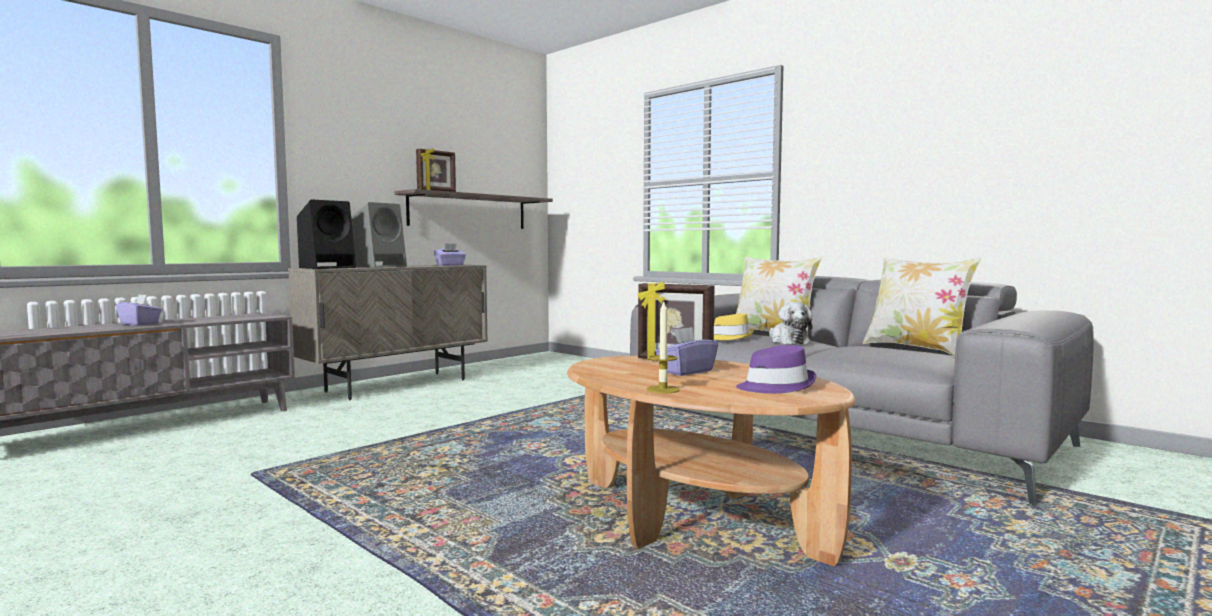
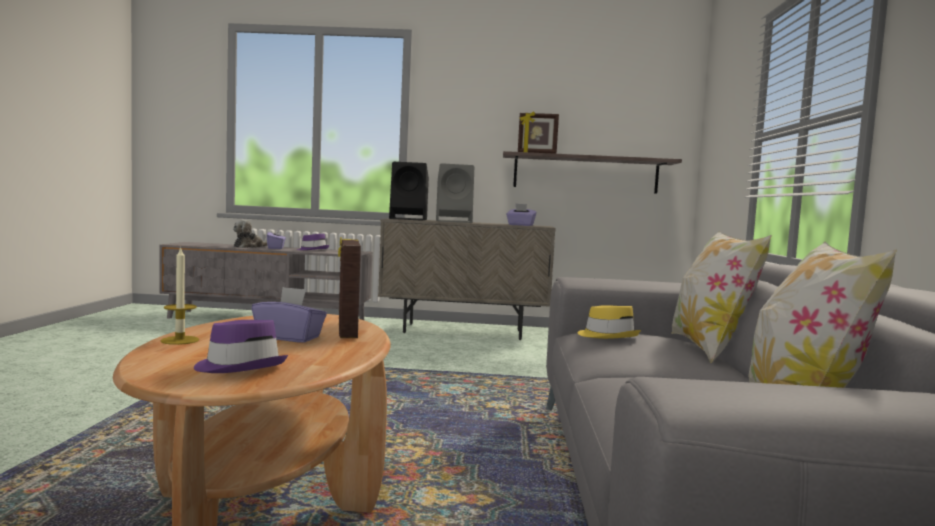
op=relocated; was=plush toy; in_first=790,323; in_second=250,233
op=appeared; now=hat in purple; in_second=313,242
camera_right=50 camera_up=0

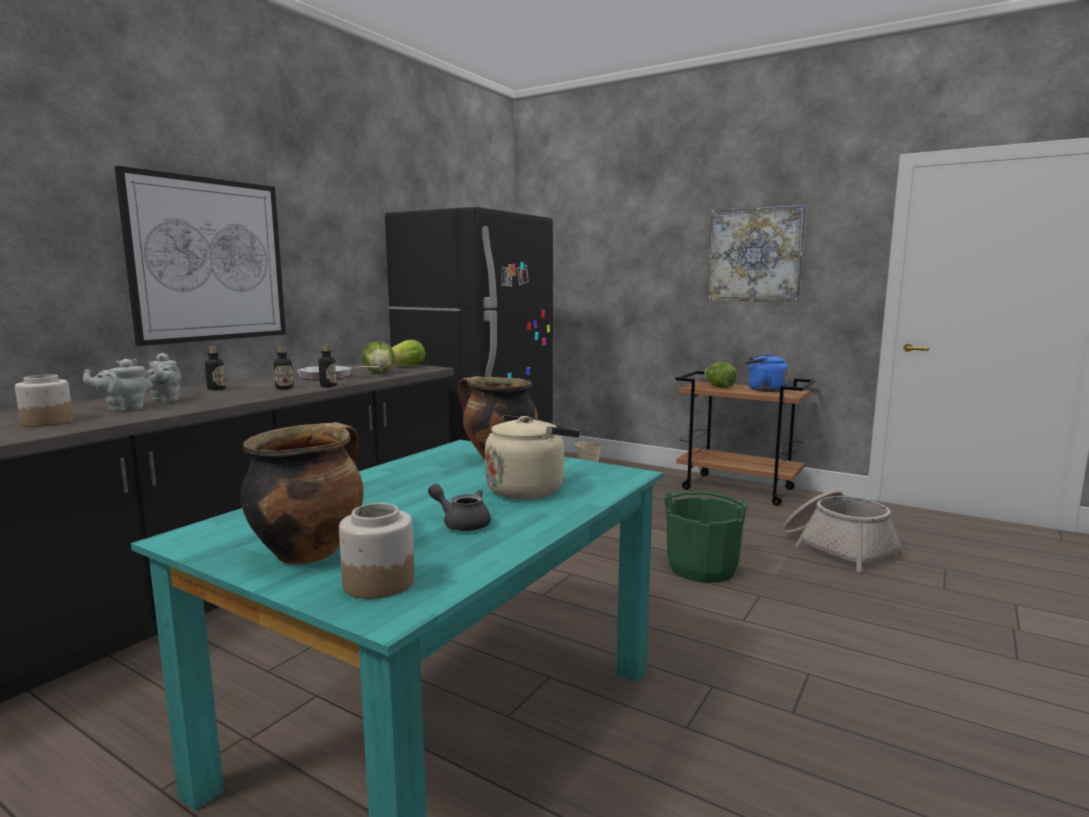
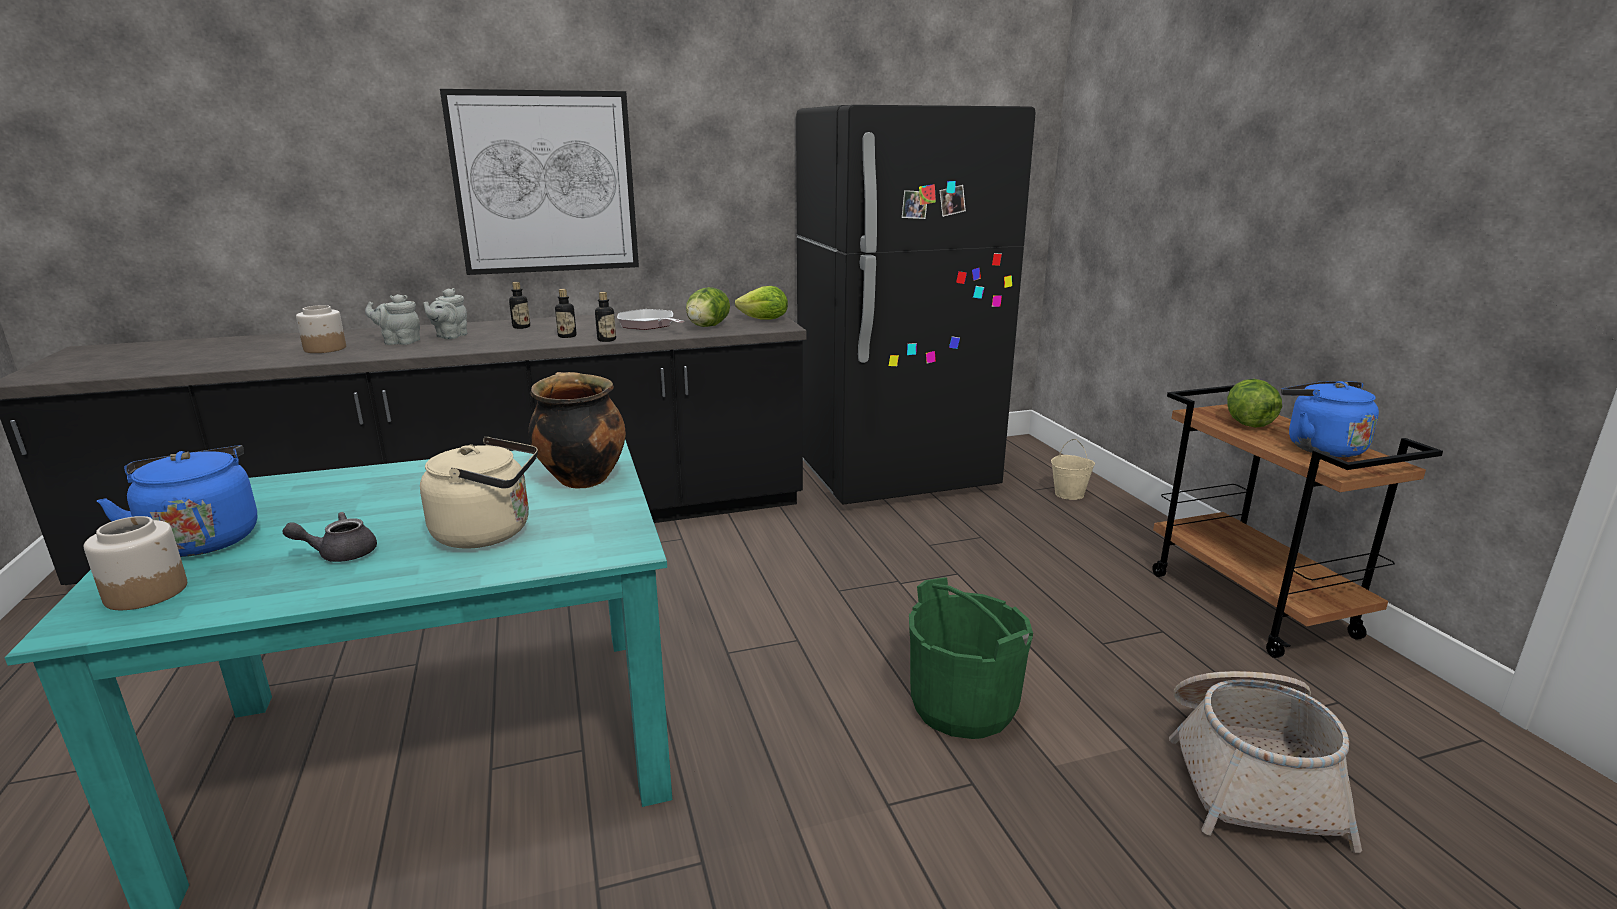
op=exchanged; was=cooking pot; now=kettle in blue; in_first=301,493; in_second=177,501
op=spun; was=teapot in grey; in_first=459,507; in_second=329,537; clockwise=-90
op=missing; was=picture; in_first=757,253
camera_right=40 camera_up=10

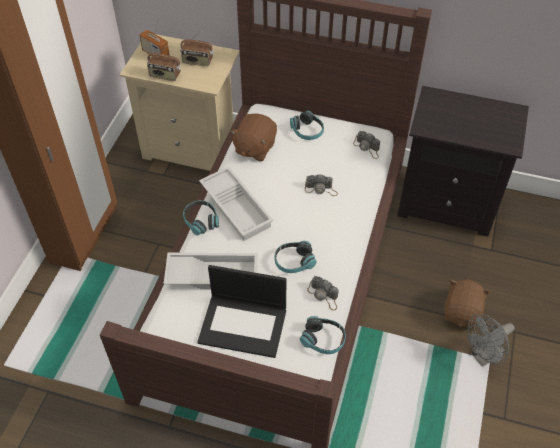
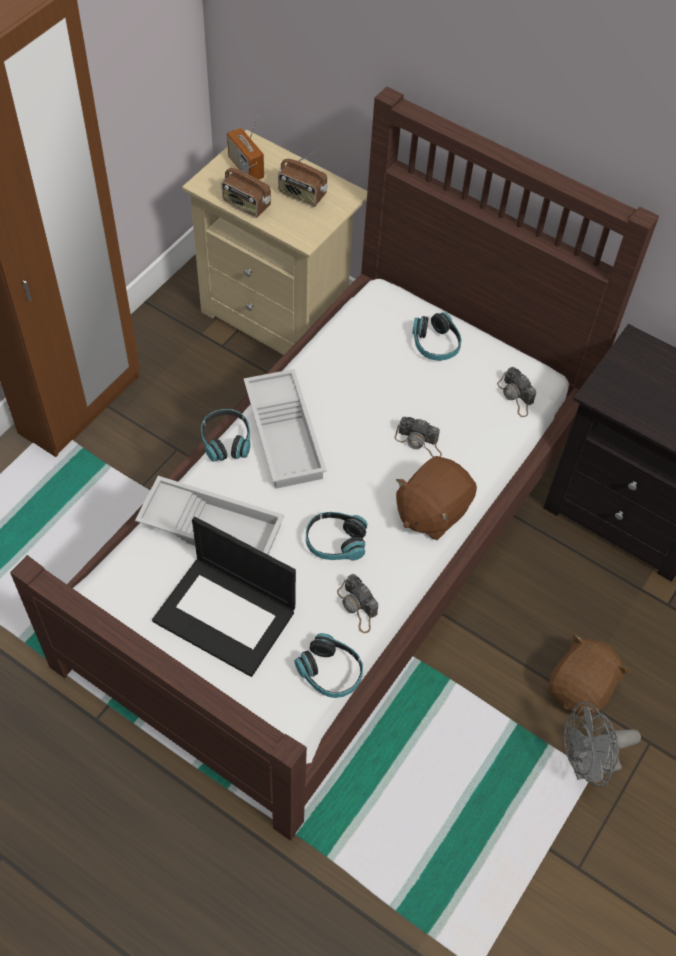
op=relocated; was=plush toy in brown; in_first=253,137; in_second=436,498
camera_right=15 camera_up=5

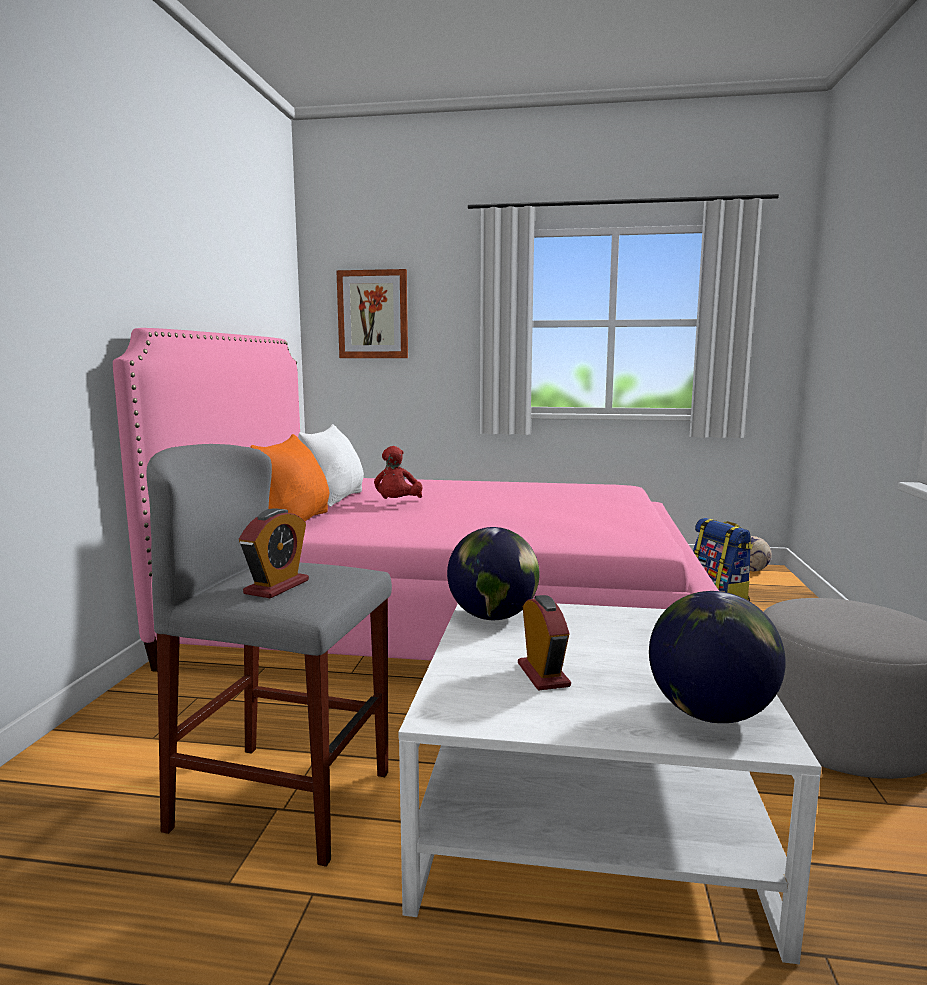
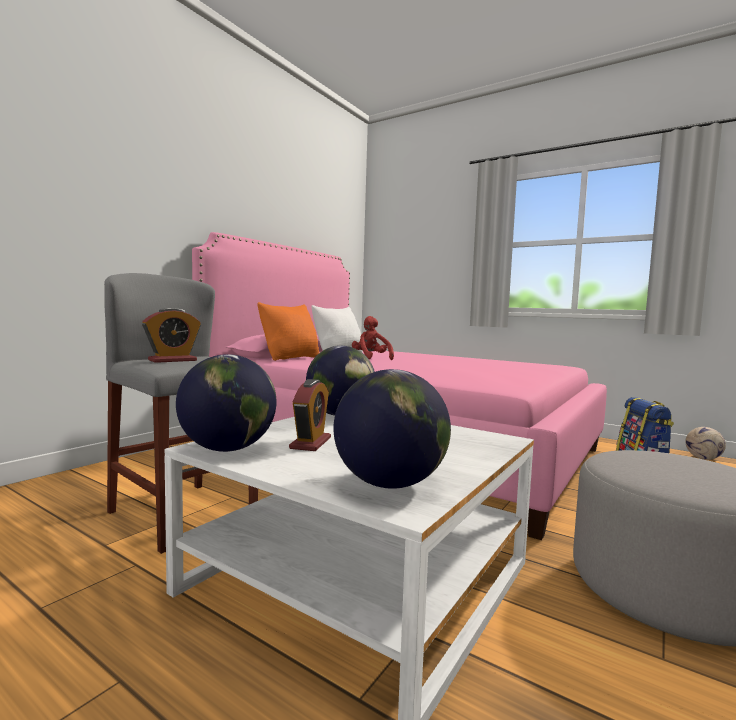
op=missing; was=picture; in_first=372,313
op=spun; was=plush toy in red; in_first=398,472; in_second=373,338; clockwise=120
op=appeared; now=globe; in_second=226,403
camera_right=25 camera_up=-5

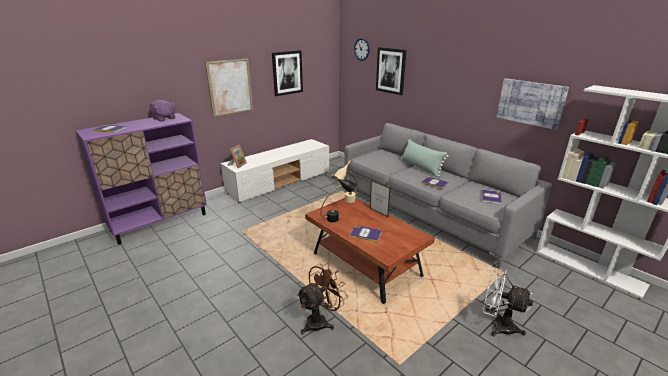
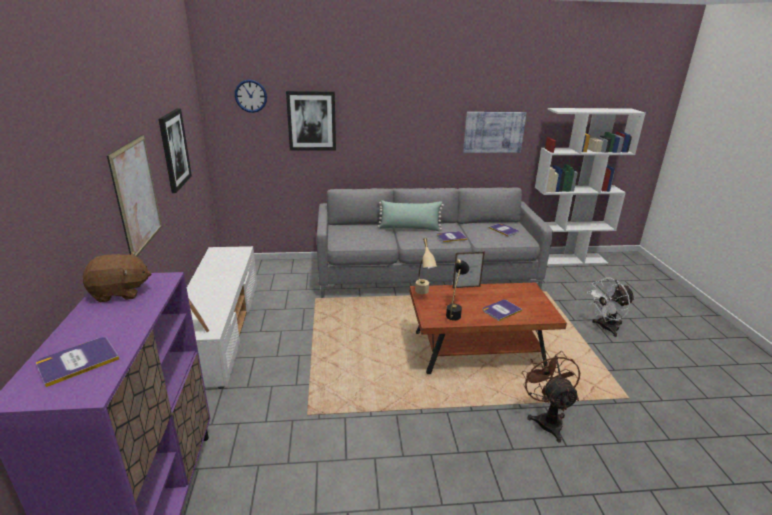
op=colour; was=plush toy in purple; now=plush toy in brown; in_first=163,110; in_second=117,276
camera_right=-55 camera_up=0

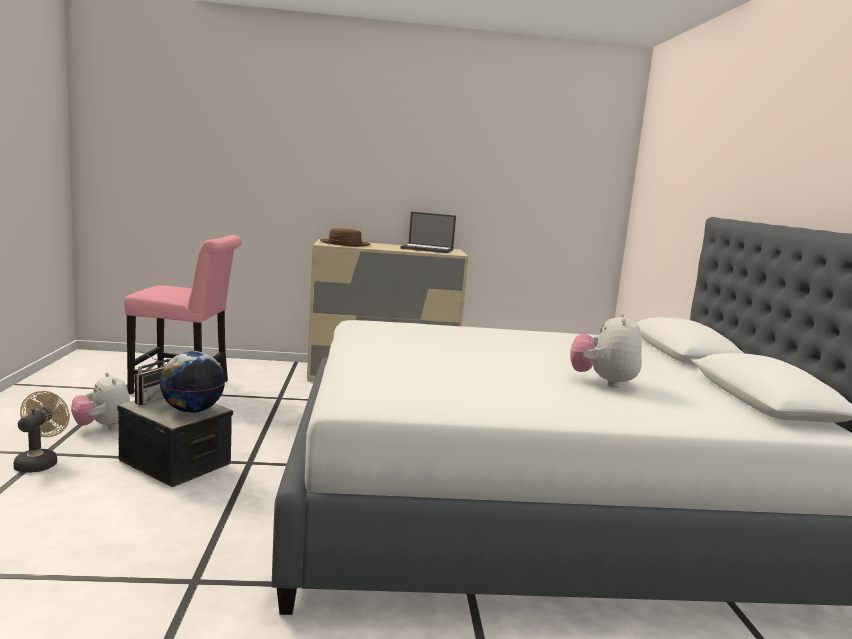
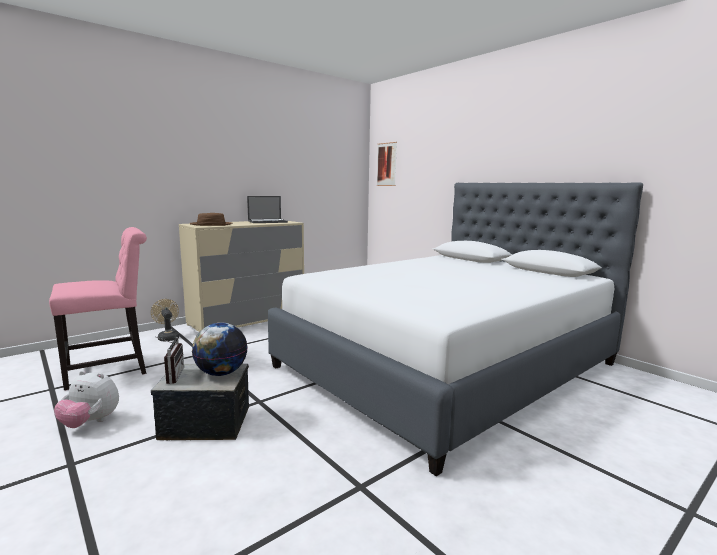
op=relocated; was=fan in beige; in_first=41,432; in_second=165,320
op=missing; was=plush toy; in_first=606,350
op=appeared; now=picture; in_second=386,164
camera_right=-35 camera_up=0

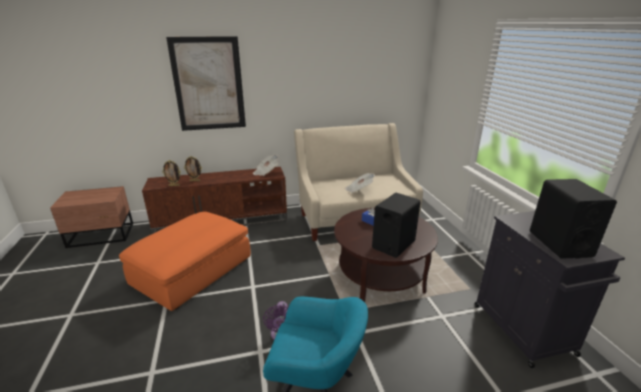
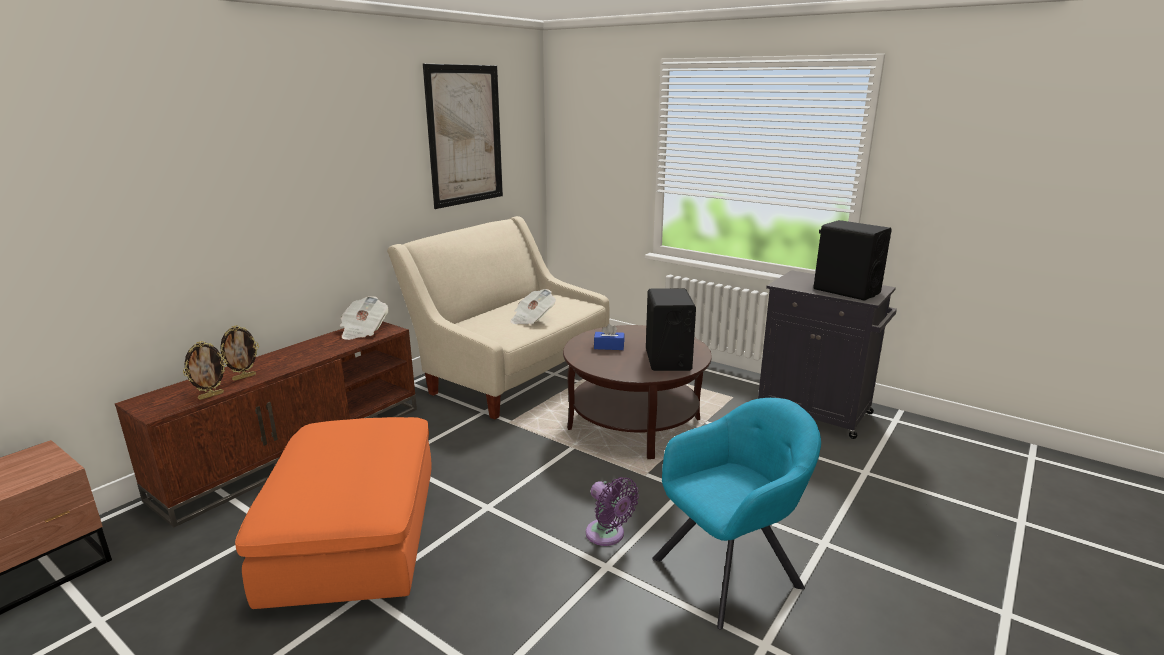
op=relocated; was=picture; in_first=206,83; in_second=463,136
camera_right=-40 camera_up=-5

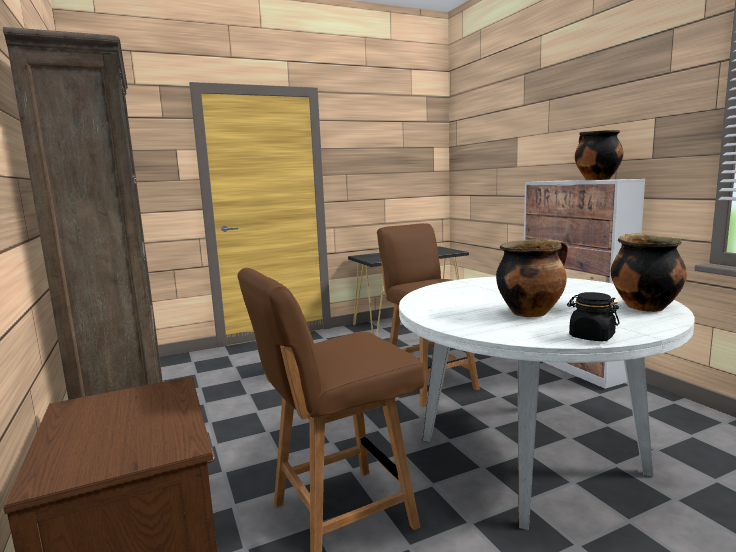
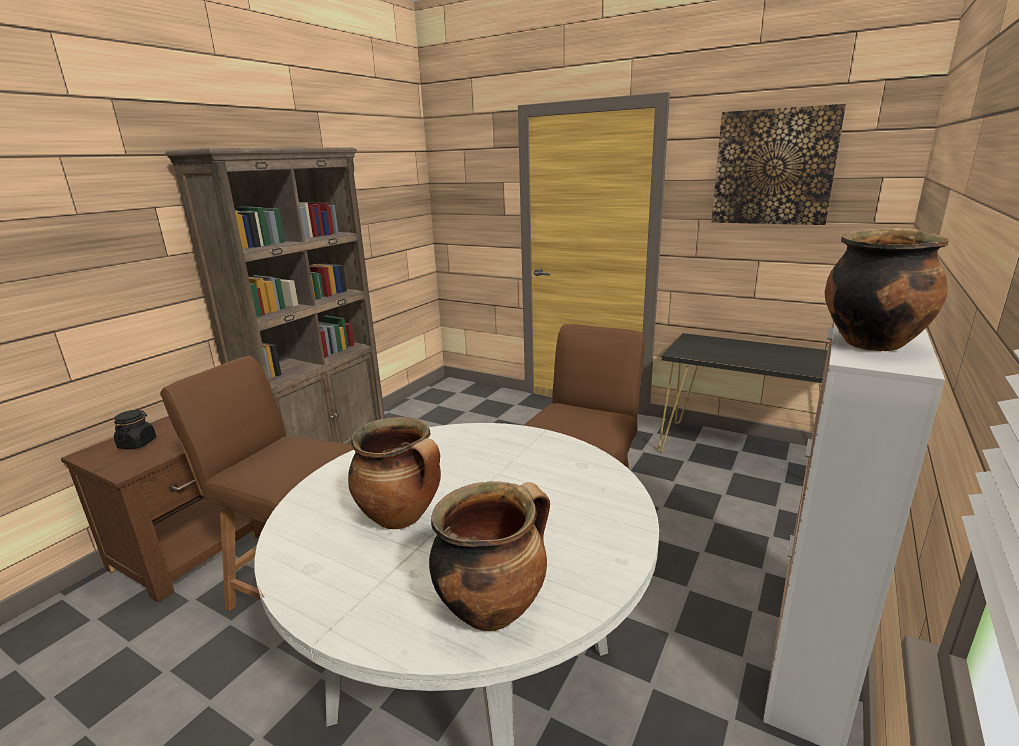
op=relocated; was=jar in black; in_first=593,316; in_second=135,429
op=appeared; now=picture; in_second=779,164
camera_right=55 camera_up=10

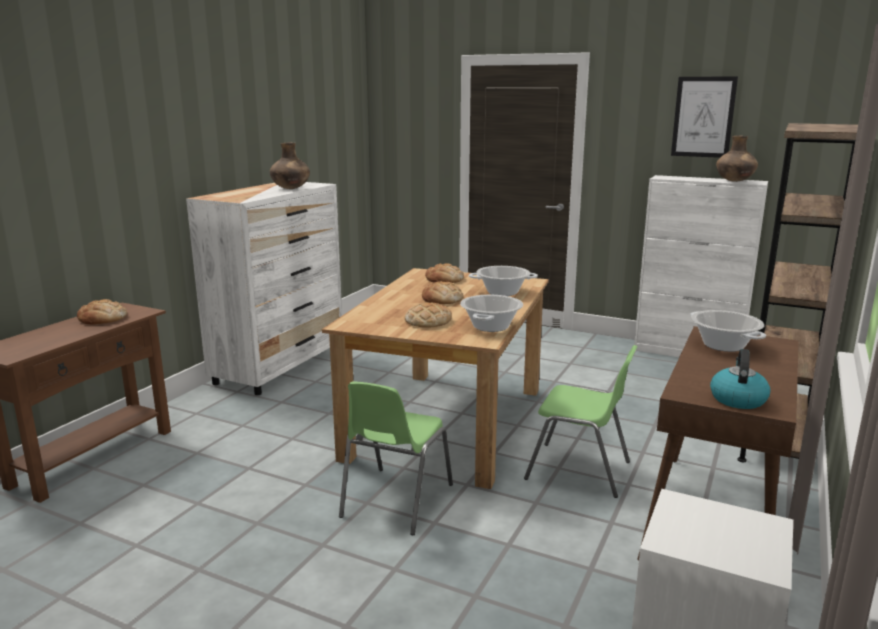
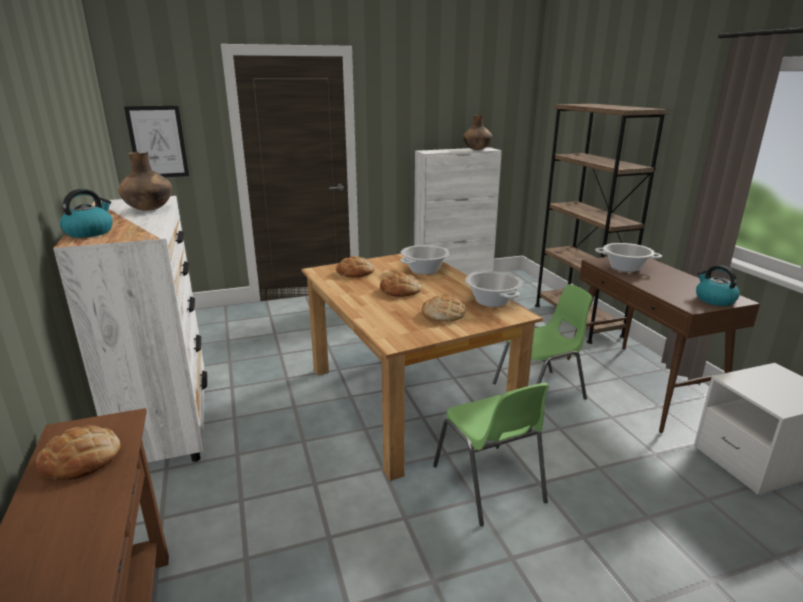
op=relocated; was=picture; in_first=704,117; in_second=156,141
op=appeared; now=kettle; in_second=86,213
camera_right=-45 camera_up=5

